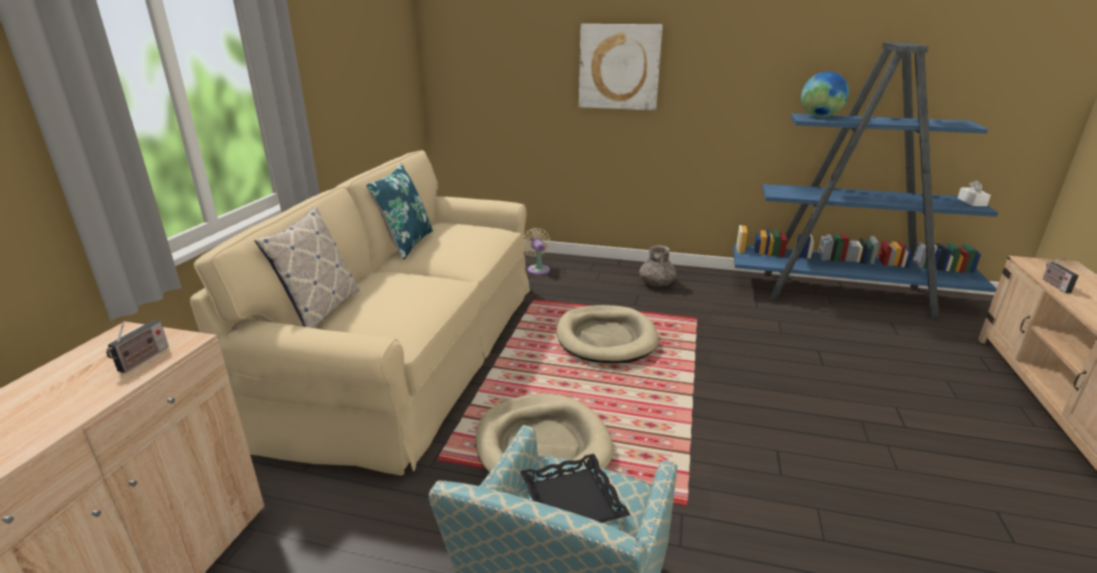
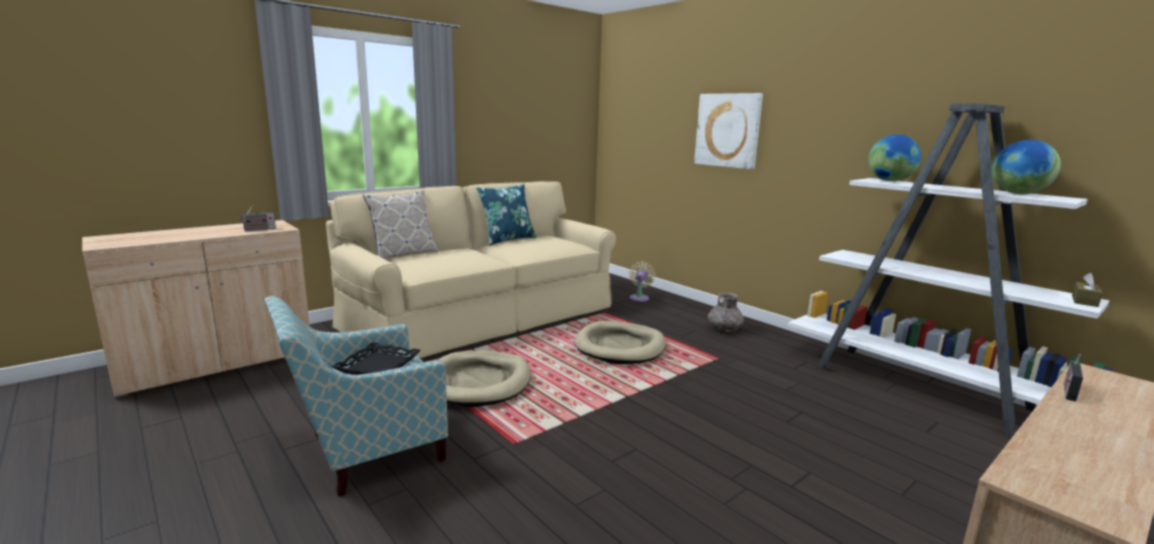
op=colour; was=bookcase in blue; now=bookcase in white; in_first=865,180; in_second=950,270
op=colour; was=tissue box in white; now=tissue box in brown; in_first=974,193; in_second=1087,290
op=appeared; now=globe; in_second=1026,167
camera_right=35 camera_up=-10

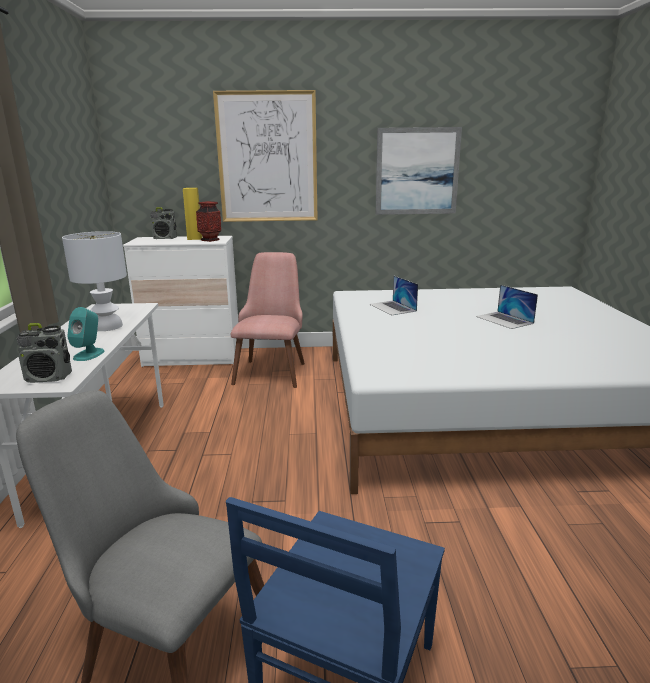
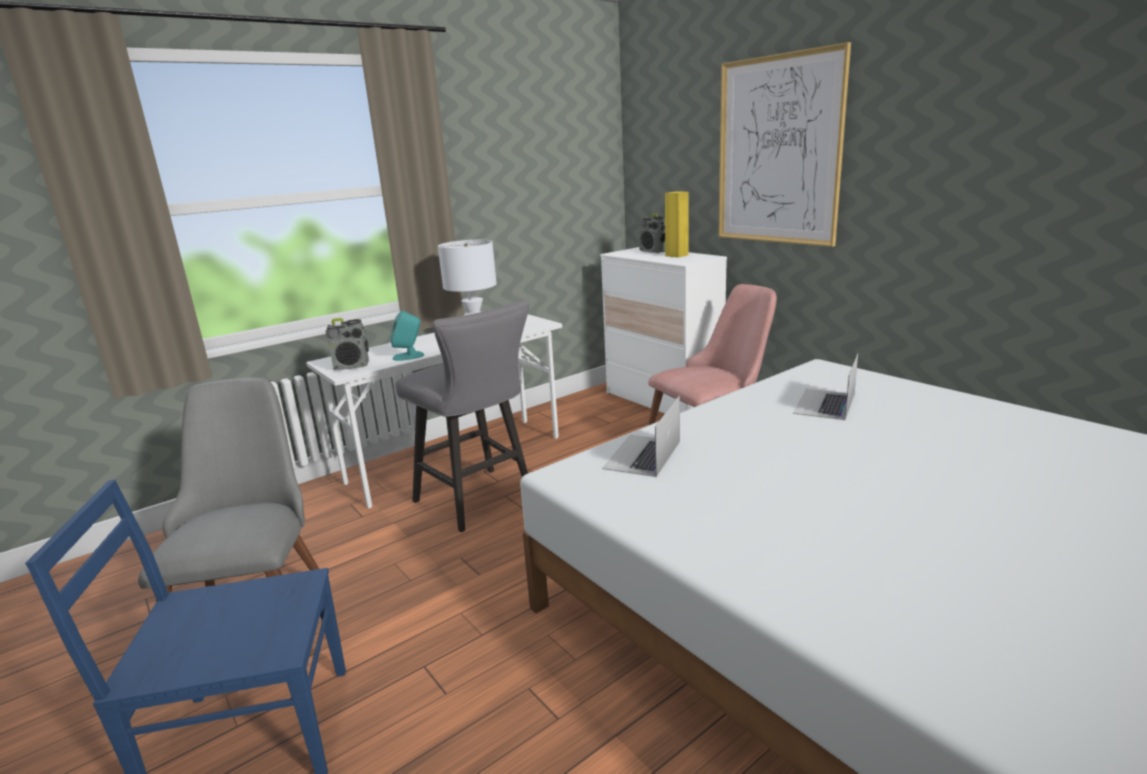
op=spun; was=radio; in_first=44,353; in_second=347,344; clockwise=-60
op=missing; was=vase; in_first=208,221
op=missing; was=picture; in_first=419,171
op=relocated; was=laptop; in_first=507,307; in_second=641,436
op=appeared; now=stool in grey; in_second=462,416
camera_right=55 camera_up=0

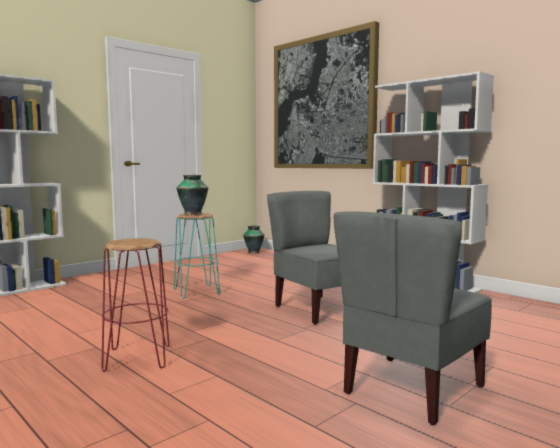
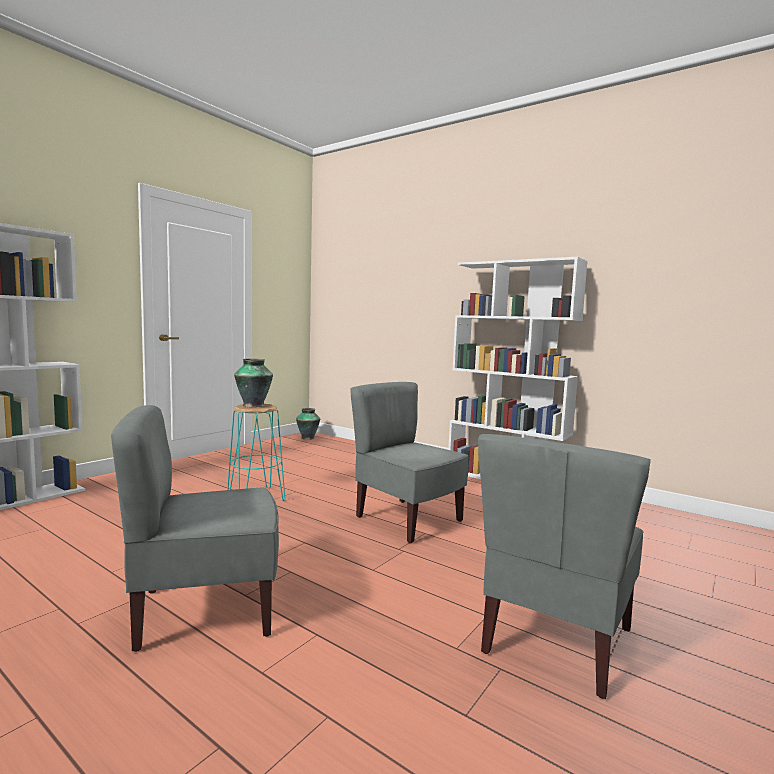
op=exchanged; was=stool in red; now=chair in grey; in_first=135,305; in_second=195,528
op=missing; was=picture; in_first=326,95
camera_right=-10 camera_up=0

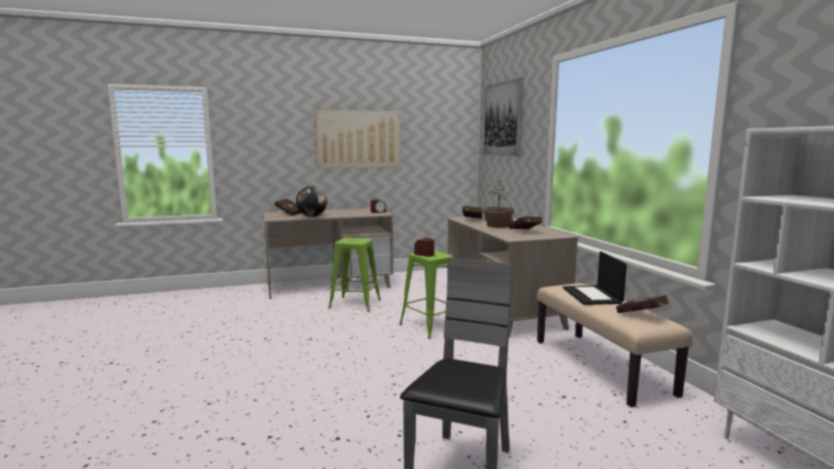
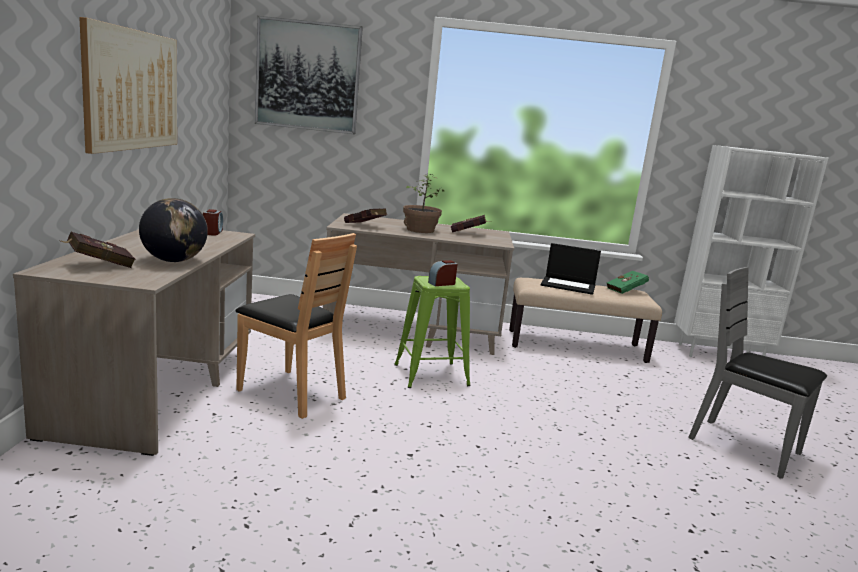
op=exchanged; was=stool in green; now=chair in brown; in_first=354,275; in_second=296,326
op=colour; was=book in red; now=book in green; in_first=642,304; in_second=628,282
camera_right=-70 camera_up=5

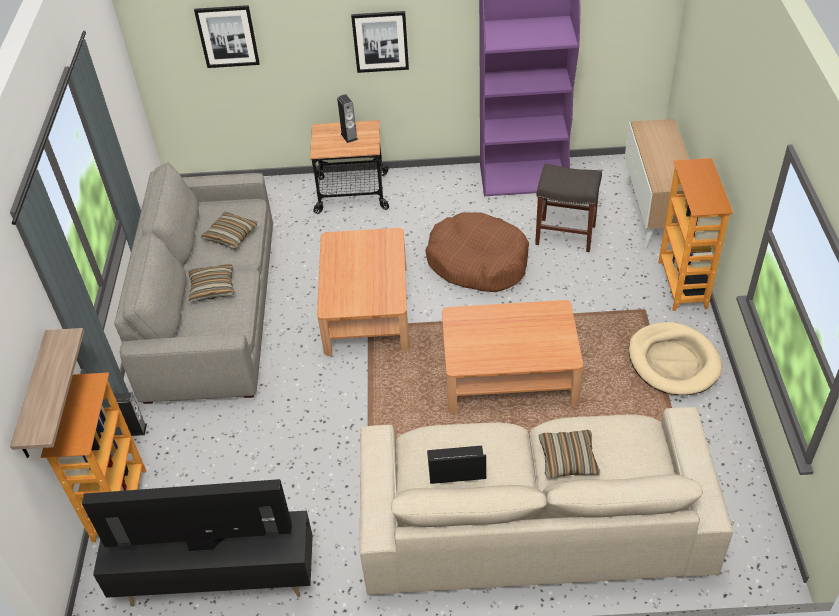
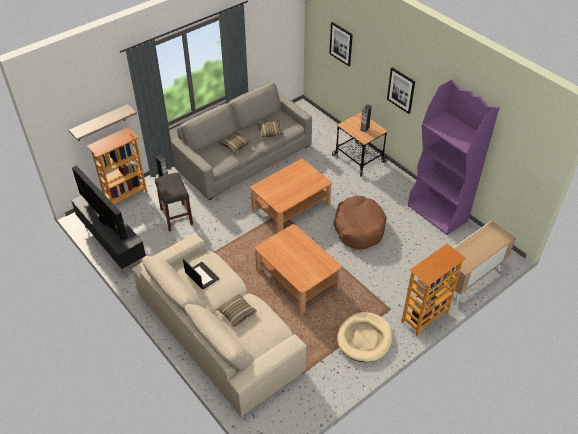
op=relocated; was=stool in grey; in_first=568,208; in_second=174,201
camera_right=50 camera_up=0

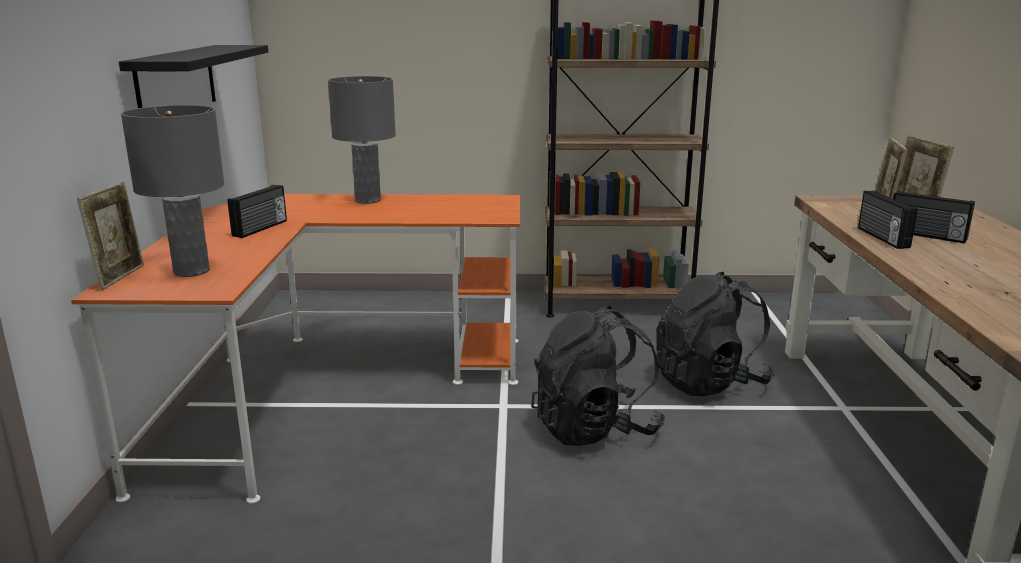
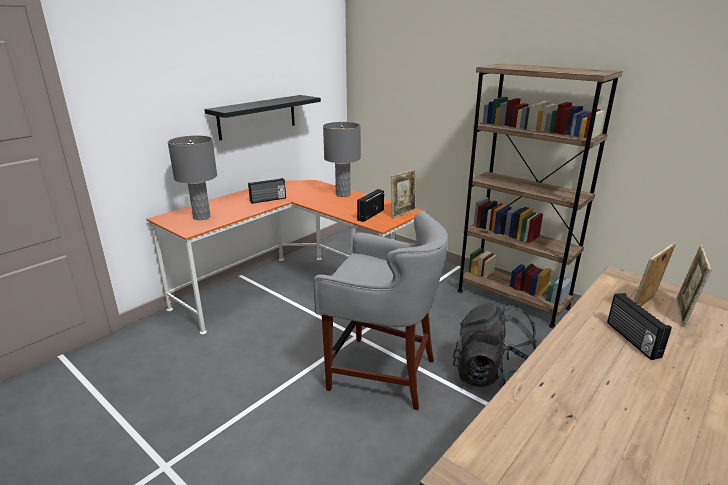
op=relocated; was=picture frame; in_first=110,236; in_second=403,193
op=exchanged; was=backpack in black; now=stool in grey; in_first=598,376; in_second=380,310
op=relocated; was=radio; in_first=888,220; in_second=370,205
camera_right=40 camera_up=5

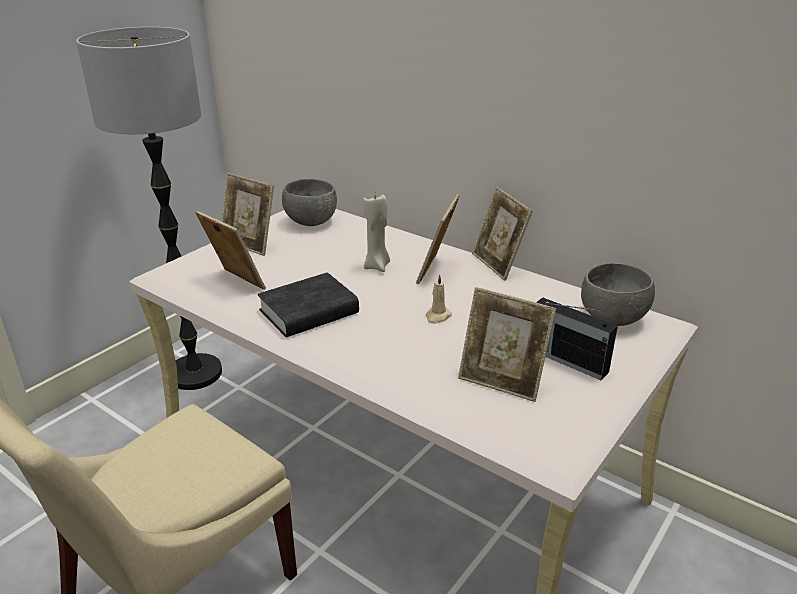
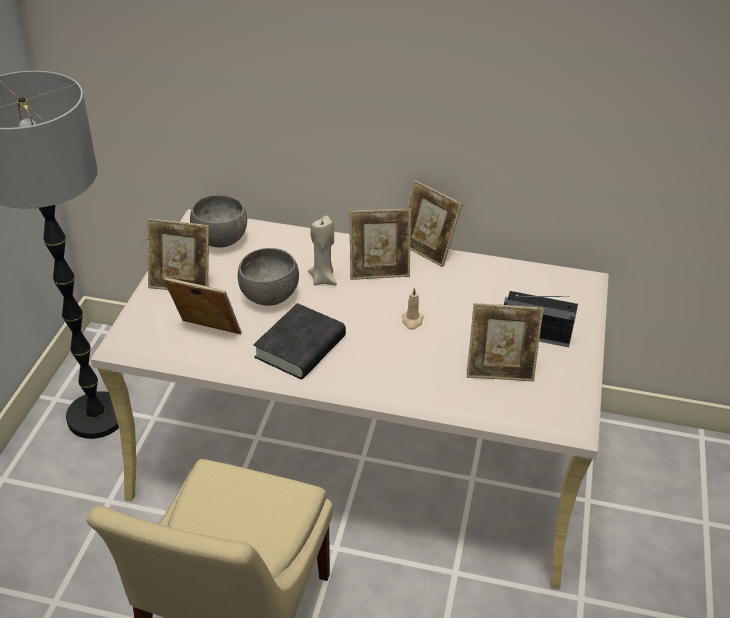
op=spun; was=picture frame; in_first=437,239; in_second=380,244; clockwise=-90
op=relocated; was=bowl in grey; in_first=618,294; in_second=268,277
camera_right=-25 camera_up=10

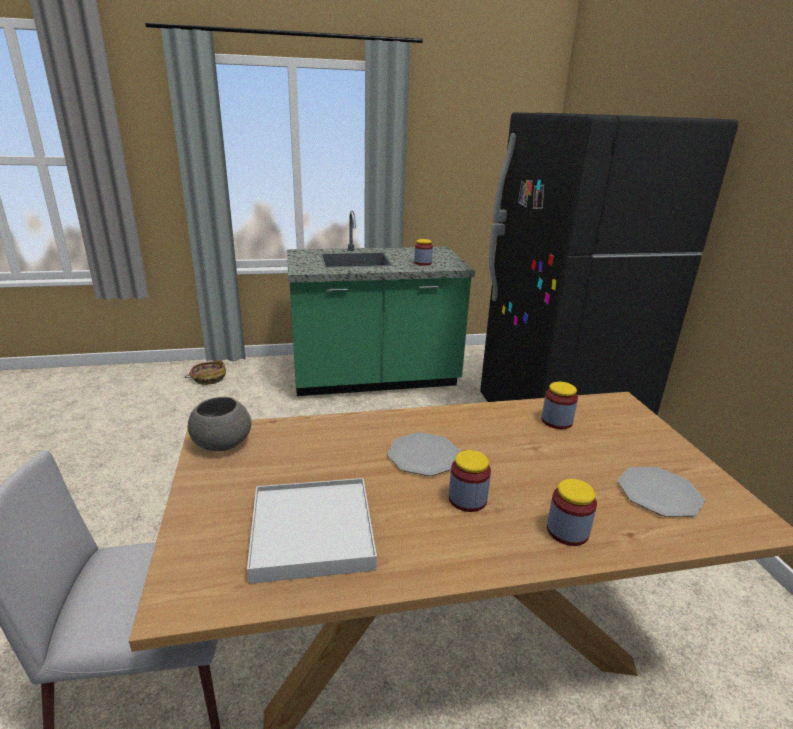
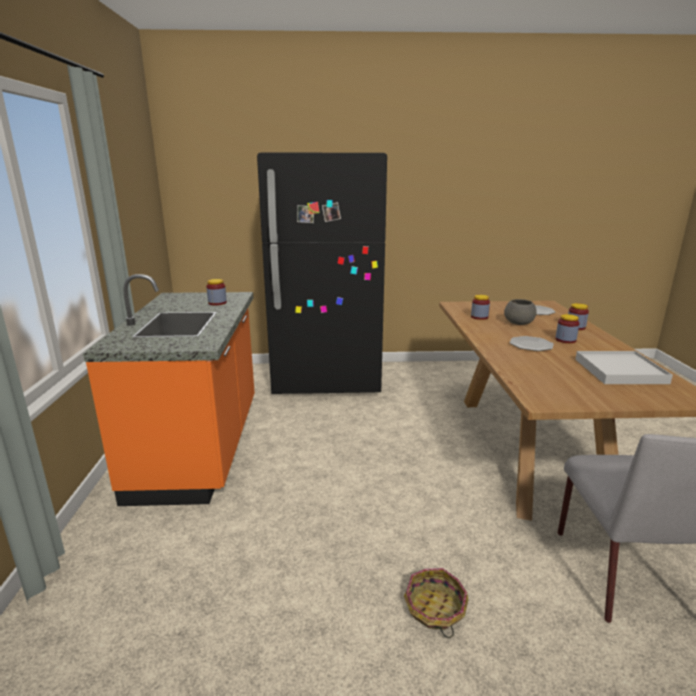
op=relocated; was=basket; in_first=205,372; in_second=436,603
op=relocated; was=bowl in grey; in_first=220,424; in_second=520,312
op=colour; was=counter in green; now=counter in orange; in_first=381,303; in_second=169,390
camera_right=-80 camera_up=-5

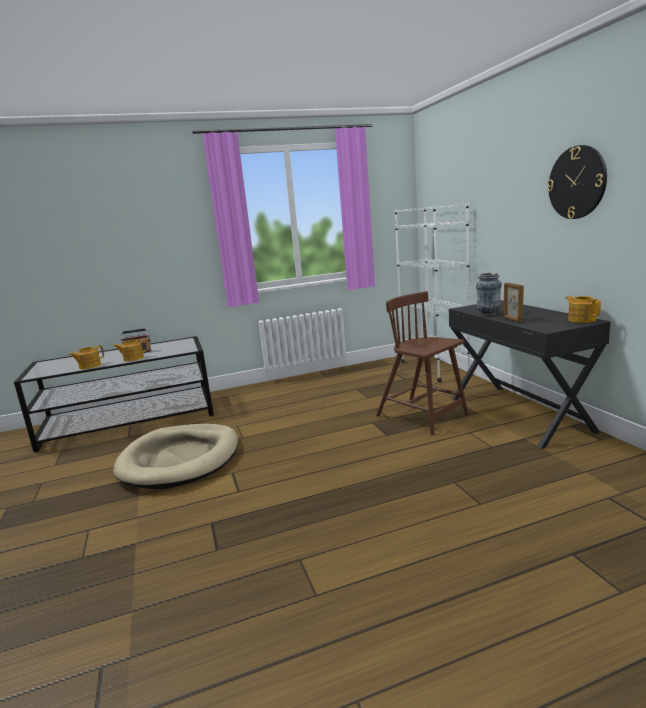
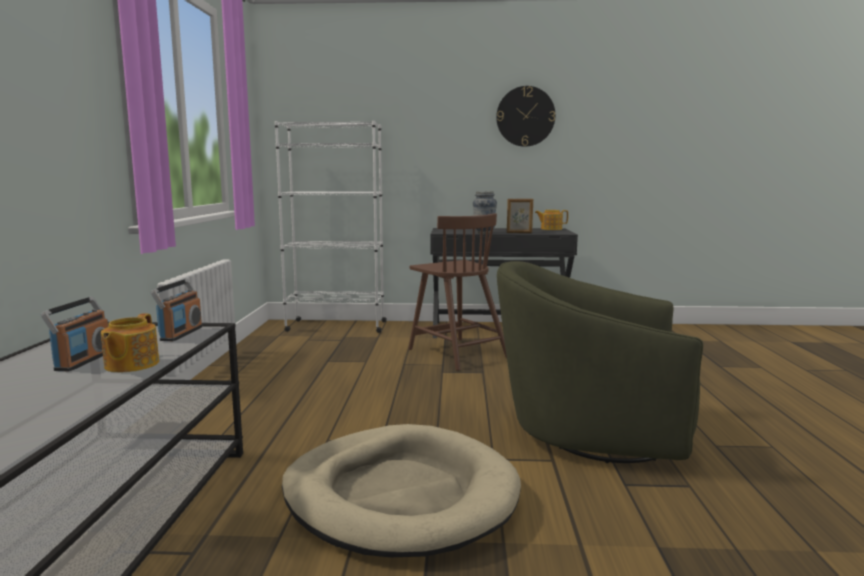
op=missing; was=teapot; in_first=86,357
op=spun; was=chair in brown; in_first=422,363; in_second=457,292; clockwise=-105
op=appeared; now=radio; in_second=176,310
op=appeared; now=armchair in green; in_second=600,362
camera_right=-70 camera_up=-5

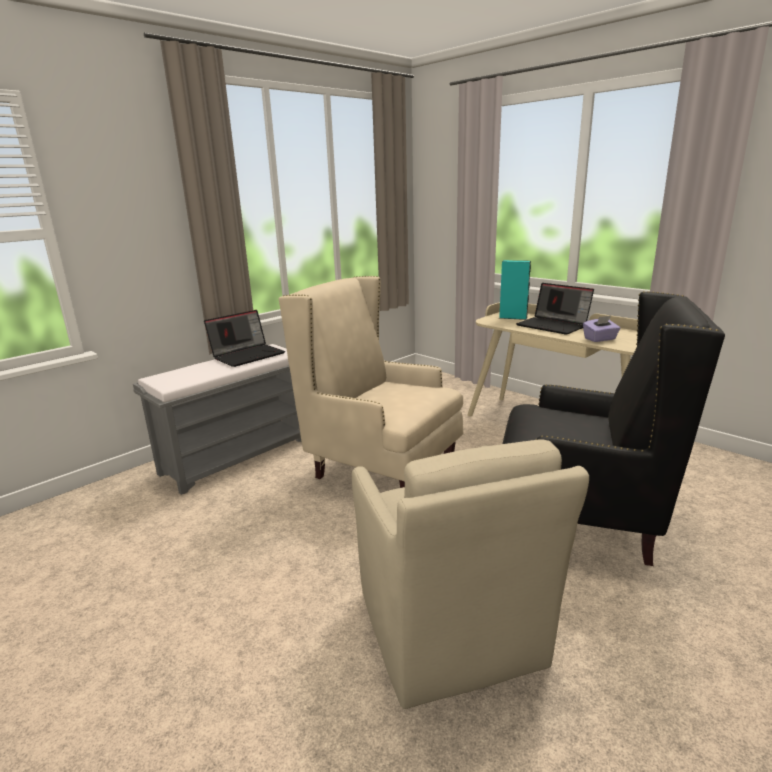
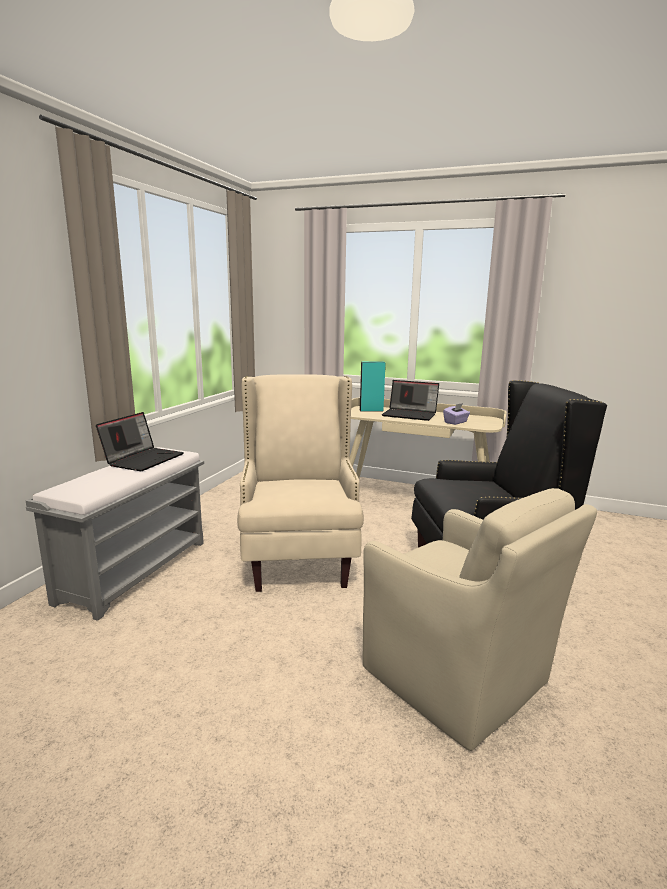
op=spun; was=armchair in beige; in_first=371,382; in_second=300,483; clockwise=75
camera_right=-25 camera_up=-5

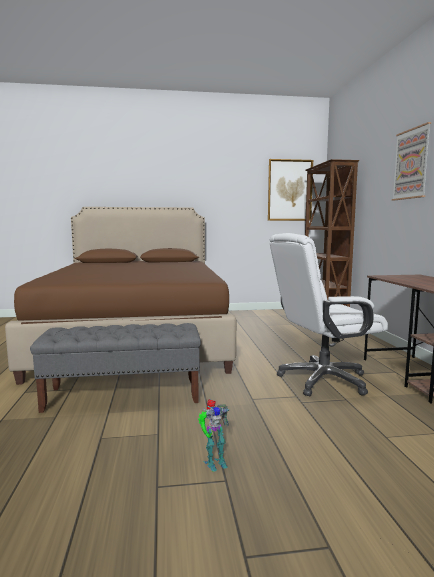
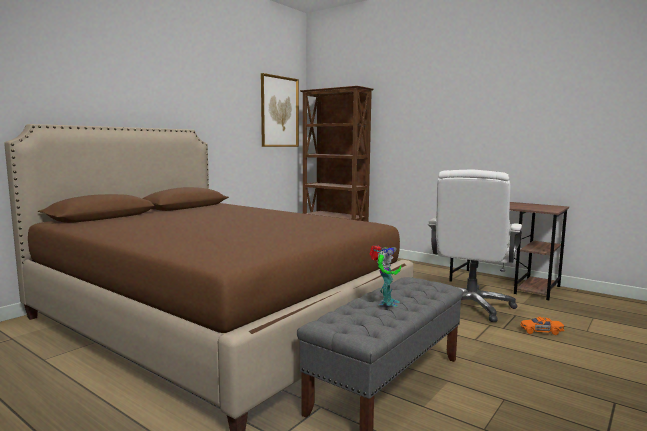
op=relocated; was=toy robot; in_first=214,435; in_second=385,276
op=missing; was=picture; in_first=411,161
op=appeared; now=toy car in orange; in_second=542,326
camera_right=-45 camera_up=0

